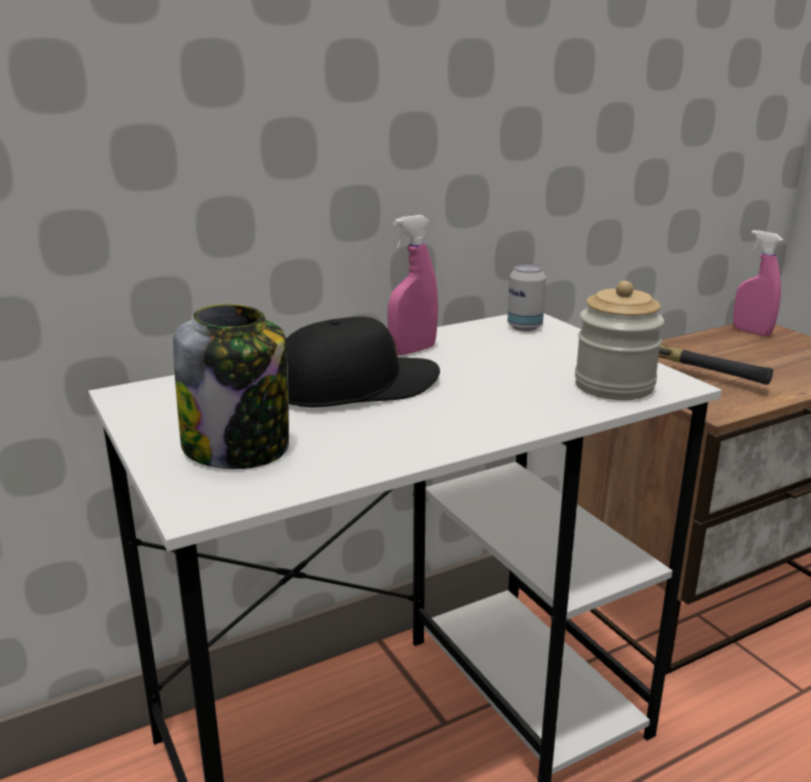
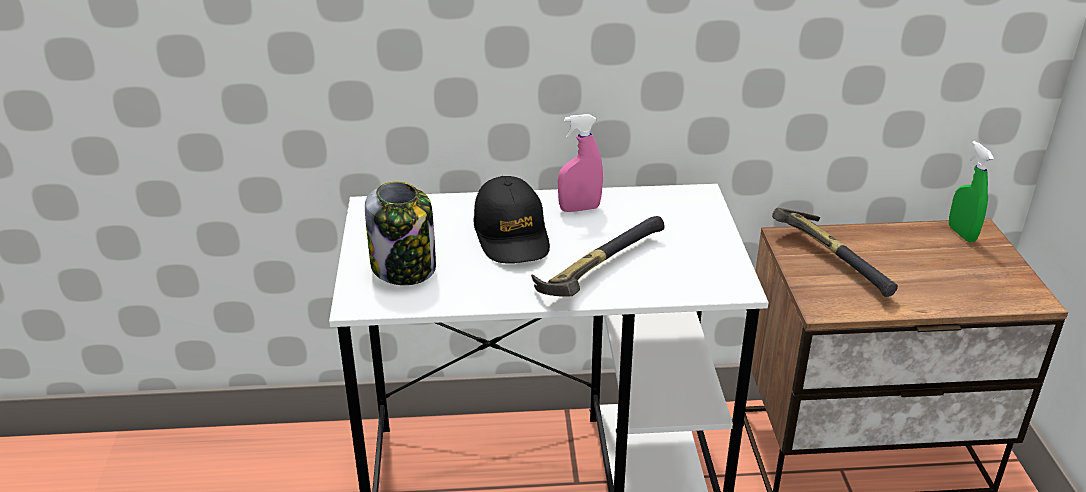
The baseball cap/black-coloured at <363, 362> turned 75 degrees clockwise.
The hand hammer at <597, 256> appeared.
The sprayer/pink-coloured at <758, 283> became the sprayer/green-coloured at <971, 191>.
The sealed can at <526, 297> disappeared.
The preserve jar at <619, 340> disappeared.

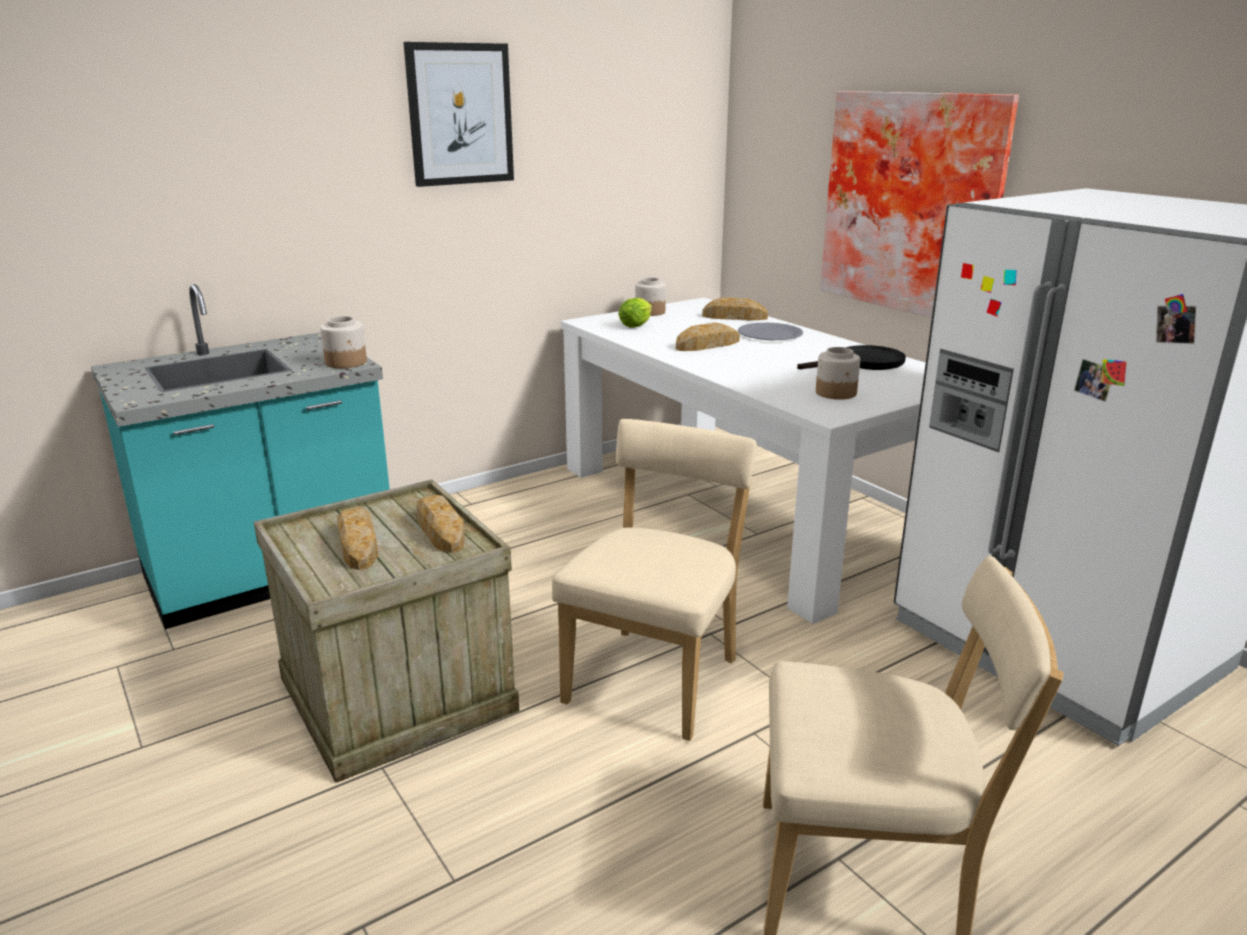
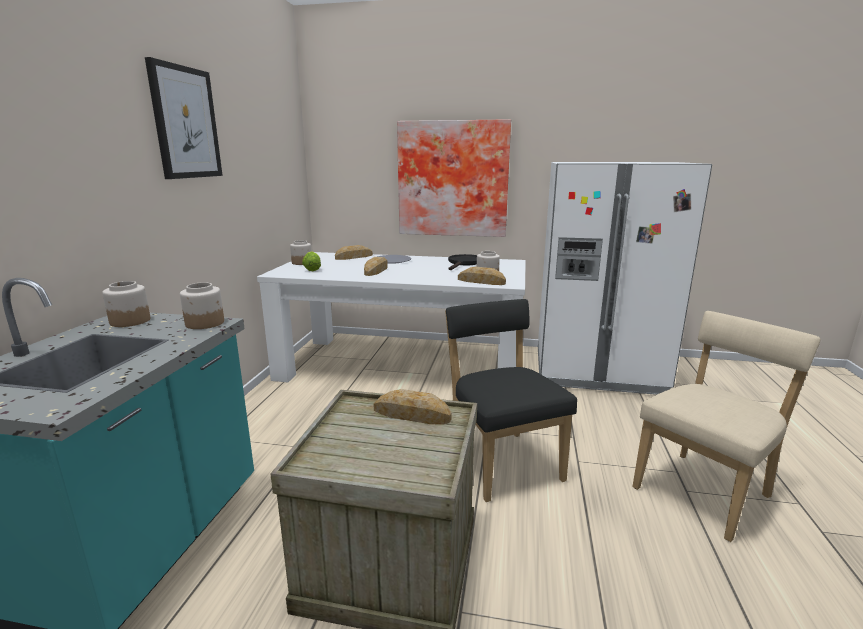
The preserve jar at <126, 304> appeared.
The chair/beige at <654, 580> became the chair/black-coloured at <511, 400>.
The baked bread moved from <357, 539> to <482, 276>.

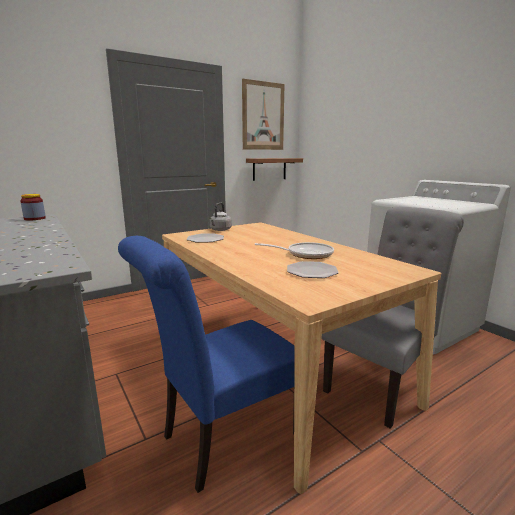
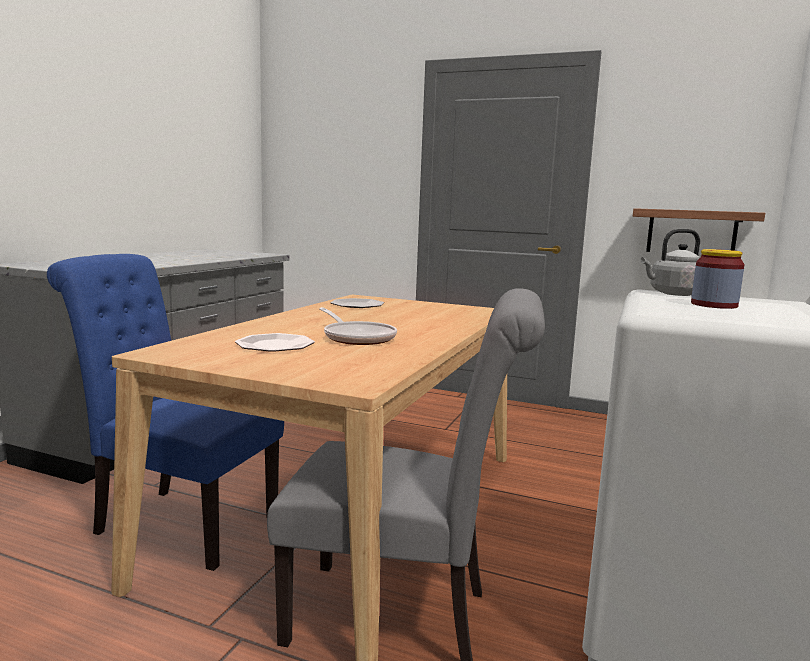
The tea kettle/grey moved from <220, 217> to <670, 262>.
The preserve jar moved from <33, 207> to <718, 279>.
The wall art at <263, 114> disappeared.

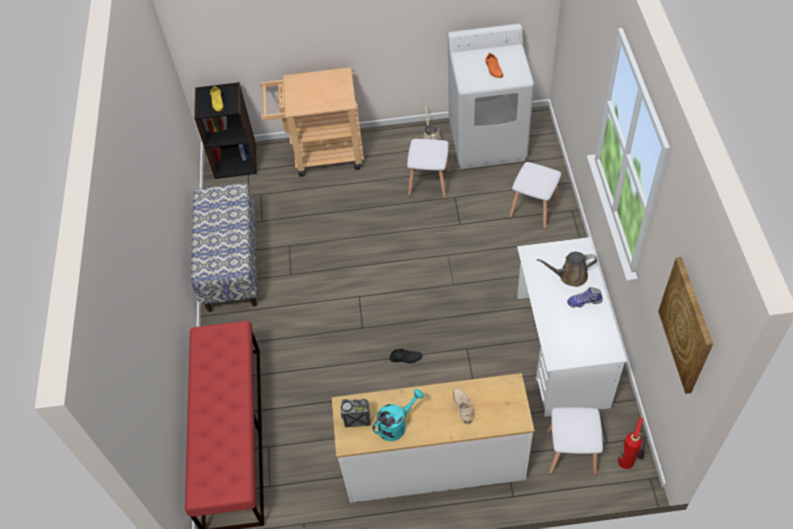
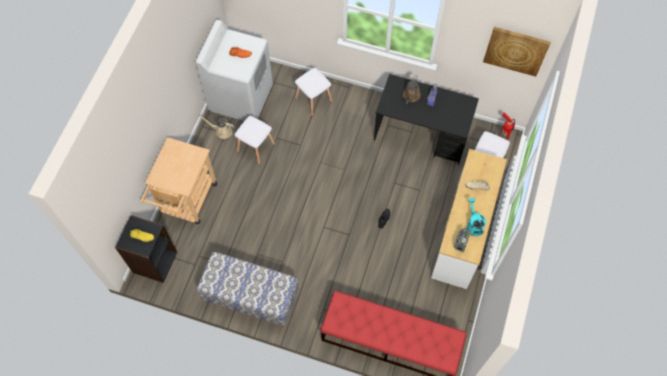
The desk table/whitish at <572, 327> became the desk table/black-coloured at <426, 119>.

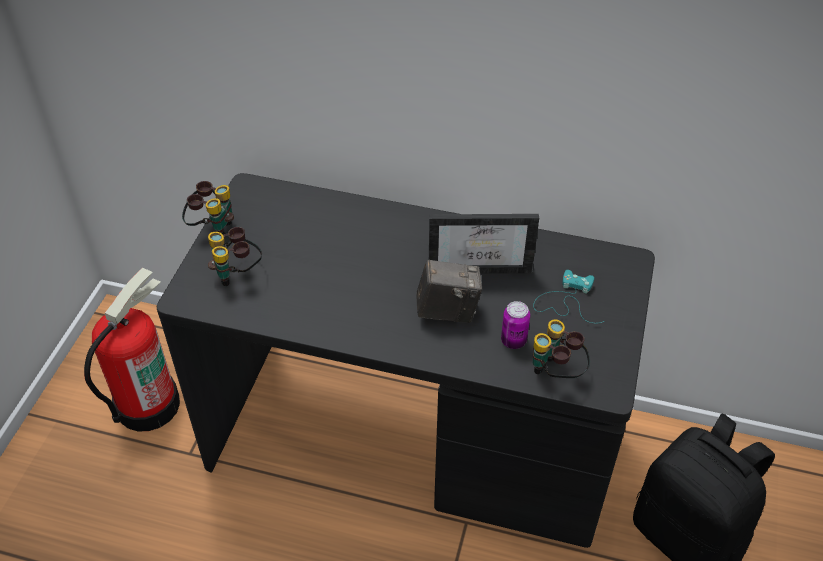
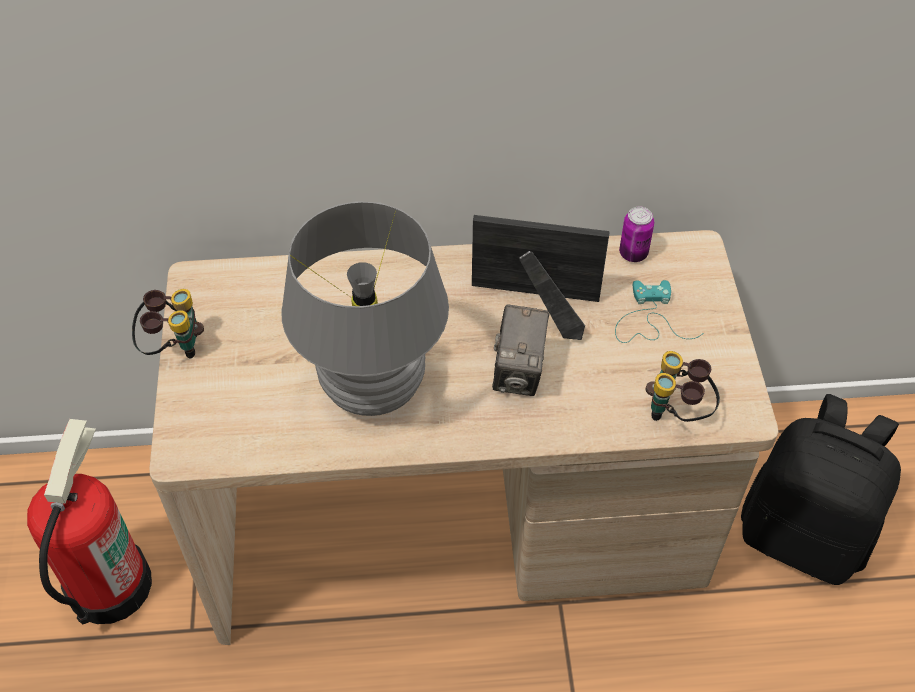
The desk table/black-coloured at <405, 360> became the desk table/beige at <463, 437>.
The table lamp/grey at <365, 308> appeared.
The photo frame at <484, 244> turned 150 degrees counterclockwise.
The photo camera at <449, 291> turned 120 degrees clockwise.
The sealed can moved from <515, 325> to <636, 234>.
The pair of binoculars at <235, 256> disappeared.

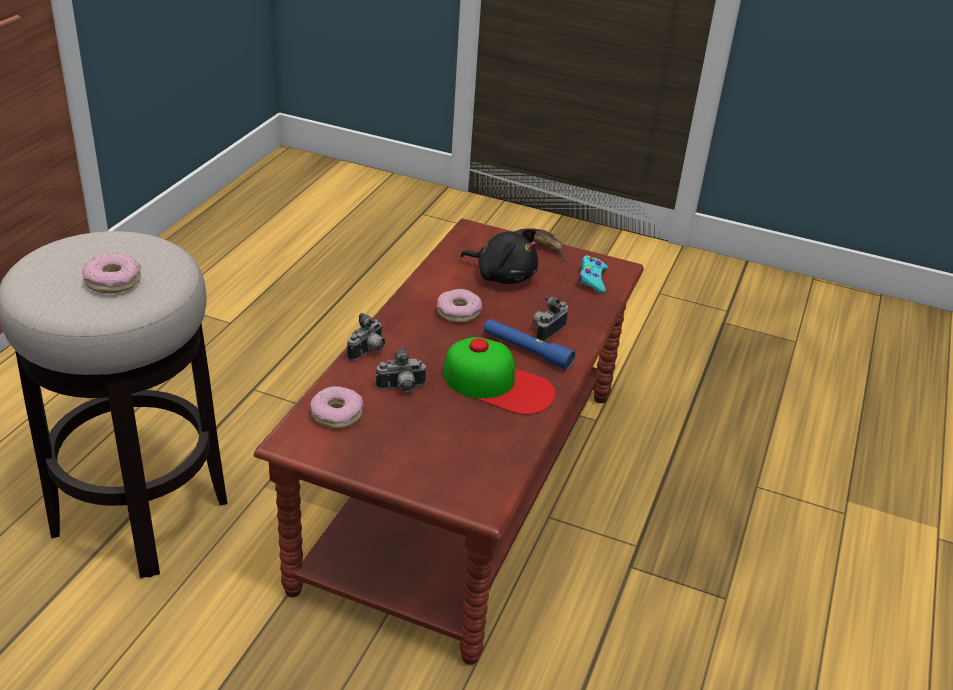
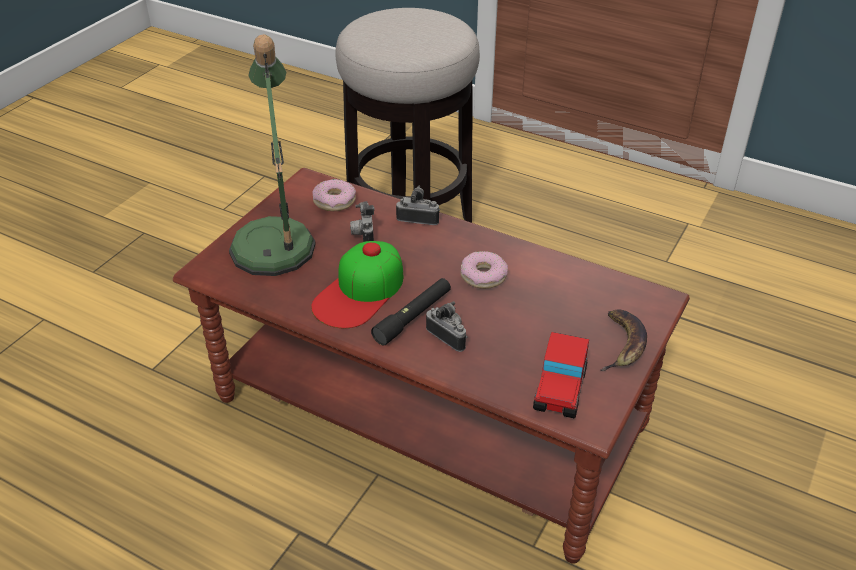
The table lamp at <272, 155> appeared.
The hand torch/blue at <529, 344> became the hand torch/black-coloured at <411, 312>.
The photo camera at <366, 337> turned 150 degrees clockwise.
The gamepad/turquoise at <593, 274> was replaced by the miniature car at <561, 375>.
The donut at <111, 273> disappeared.
The plush toy/black-coloured at <499, 256> disappeared.

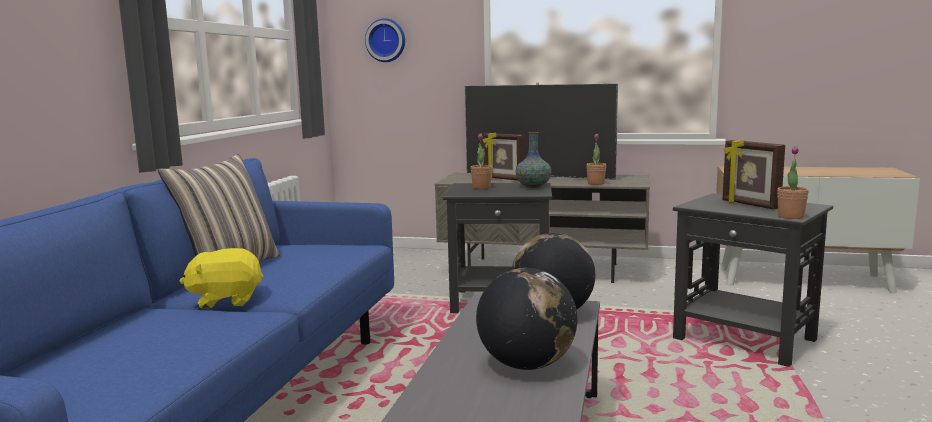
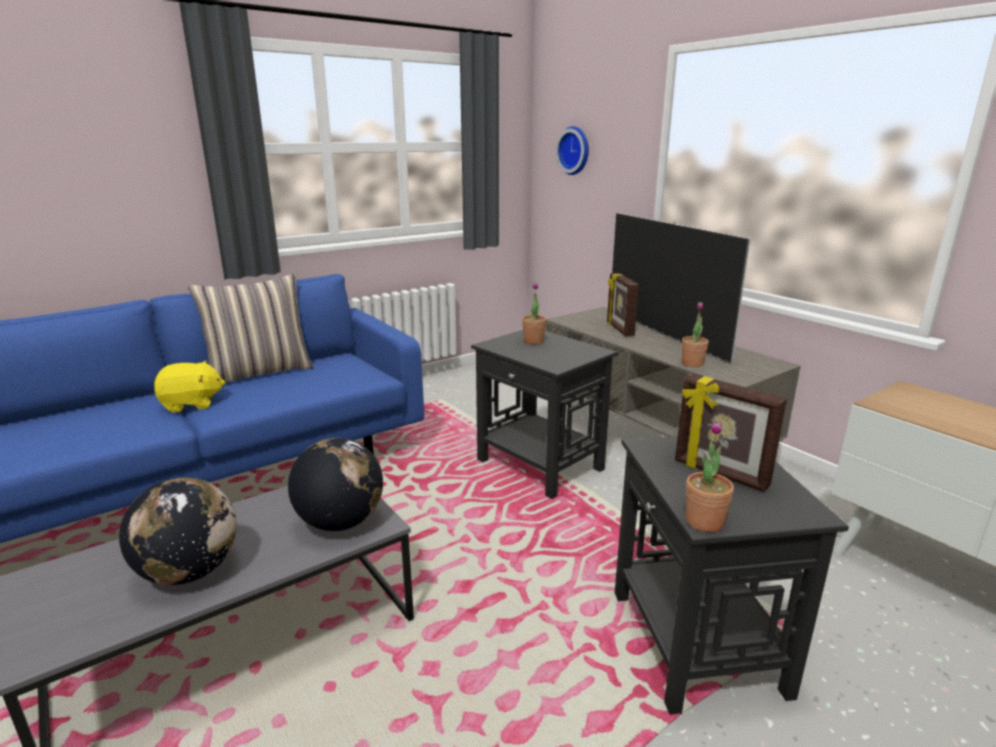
The plush toy/yellowish at <221, 278> turned 135 degrees clockwise.
The photo frame at <754, 174> turned 60 degrees counterclockwise.
The flower vase at <533, 160> disappeared.

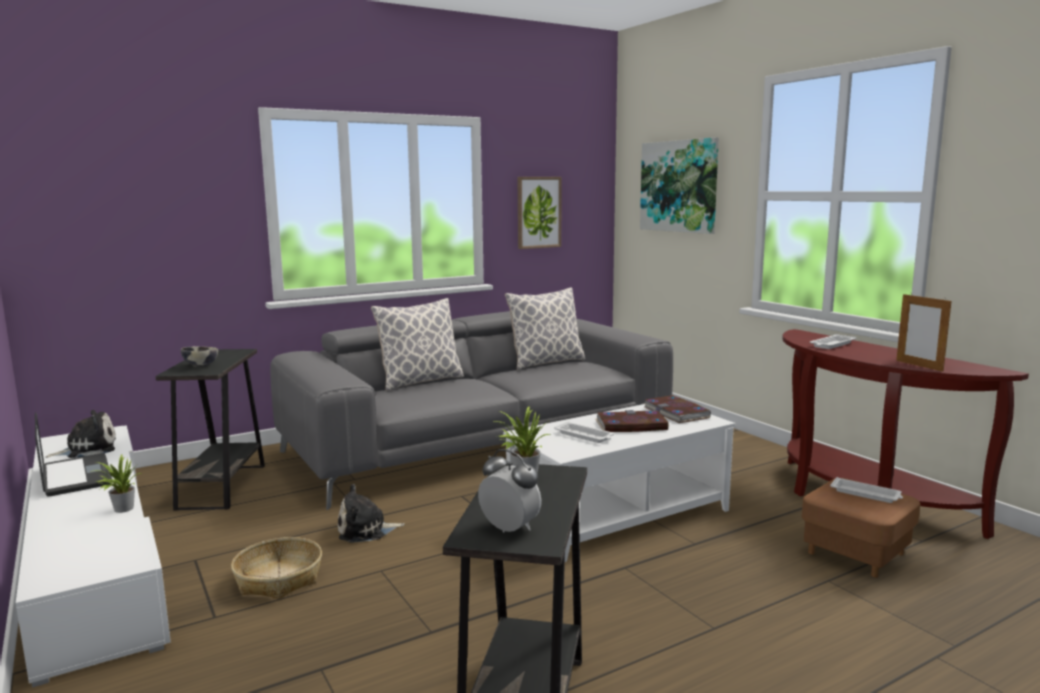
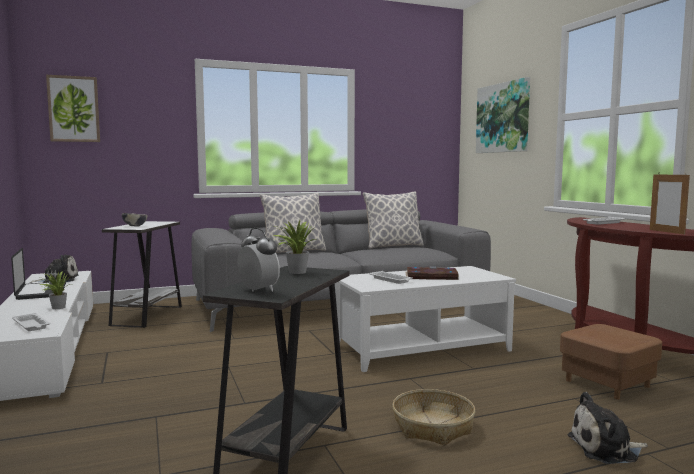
The tray/whitish moved from <866, 490> to <31, 322>.
The wall art moved from <540, 213> to <73, 108>.
The end table/black-coloured at <210, 430> became the end table/whitish at <142, 274>.
The storage basket moved from <276, 568> to <433, 417>.
The plush toy moved from <371, 513> to <608, 428>.
The volume at <677, 409> disappeared.

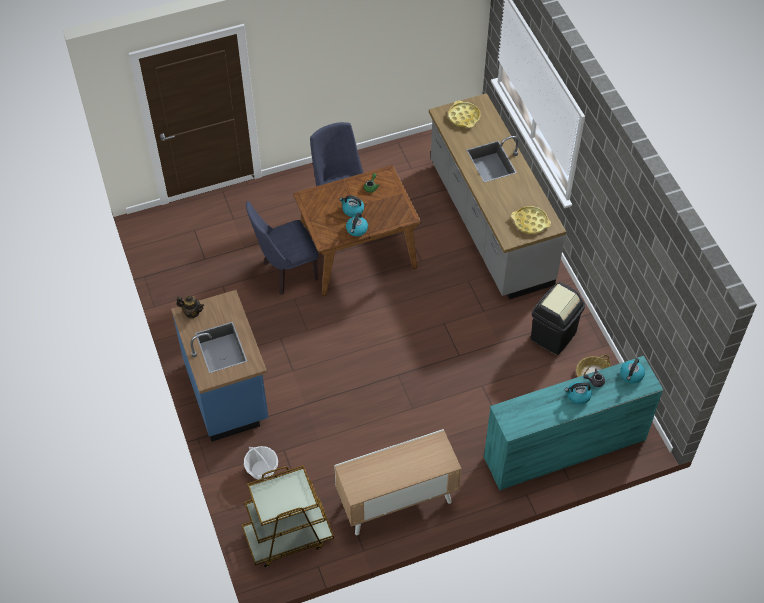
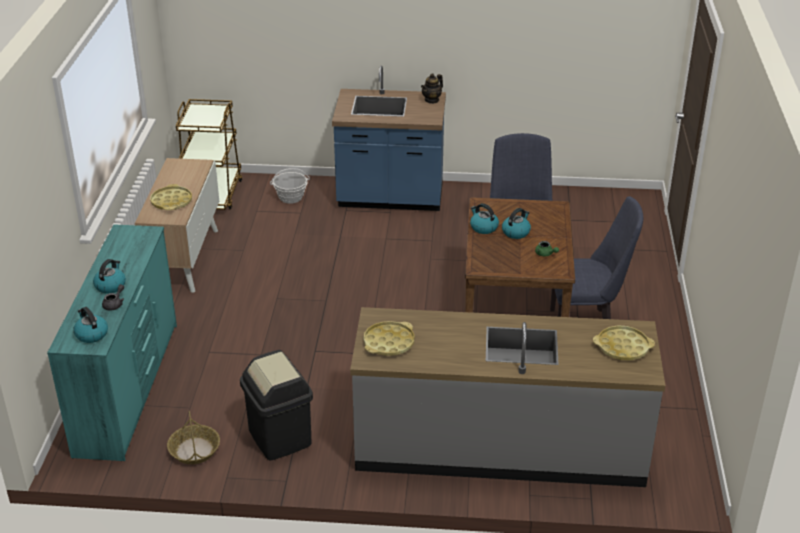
The tray/yellowish at <171, 197> appeared.

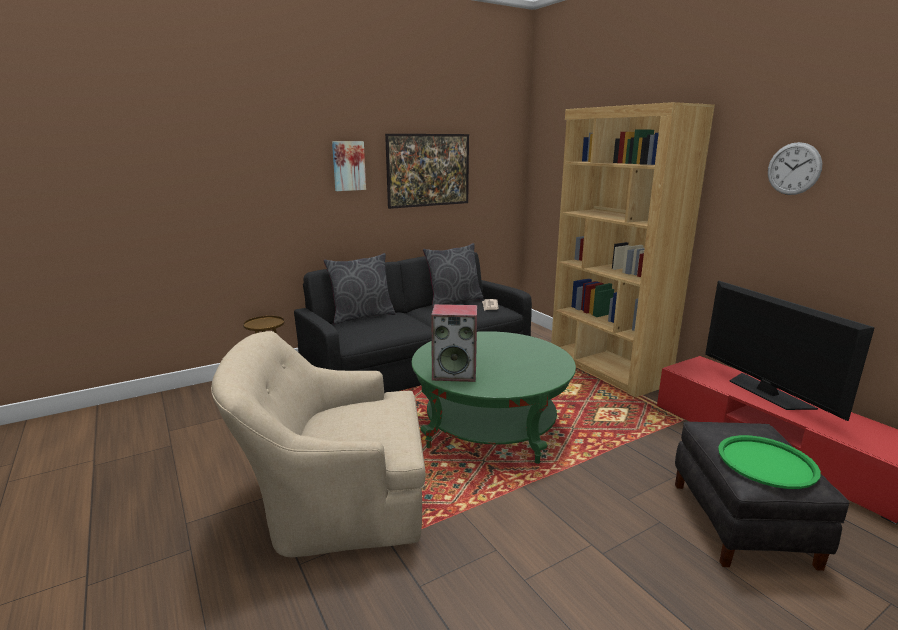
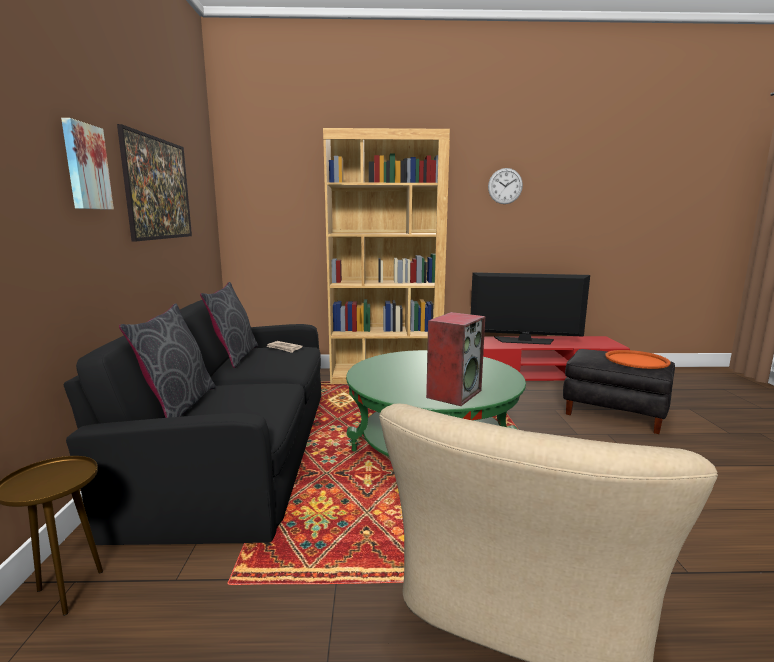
The tray/green-coloured at <769, 462> became the tray/orangey at <638, 359>.

